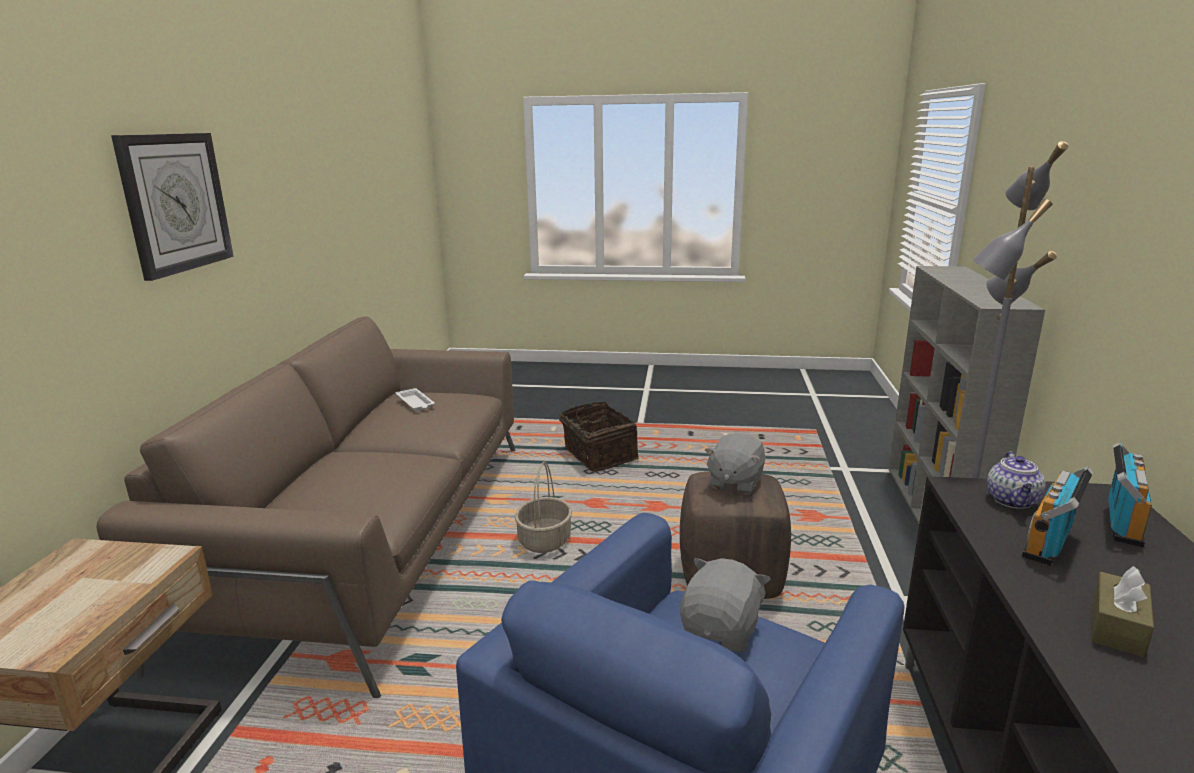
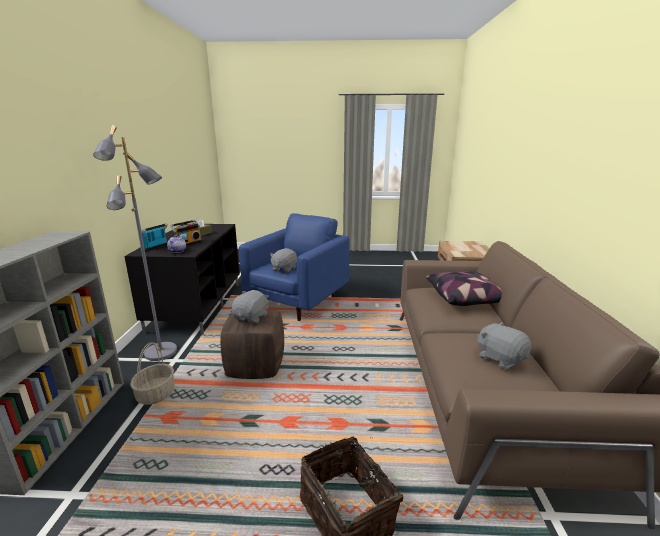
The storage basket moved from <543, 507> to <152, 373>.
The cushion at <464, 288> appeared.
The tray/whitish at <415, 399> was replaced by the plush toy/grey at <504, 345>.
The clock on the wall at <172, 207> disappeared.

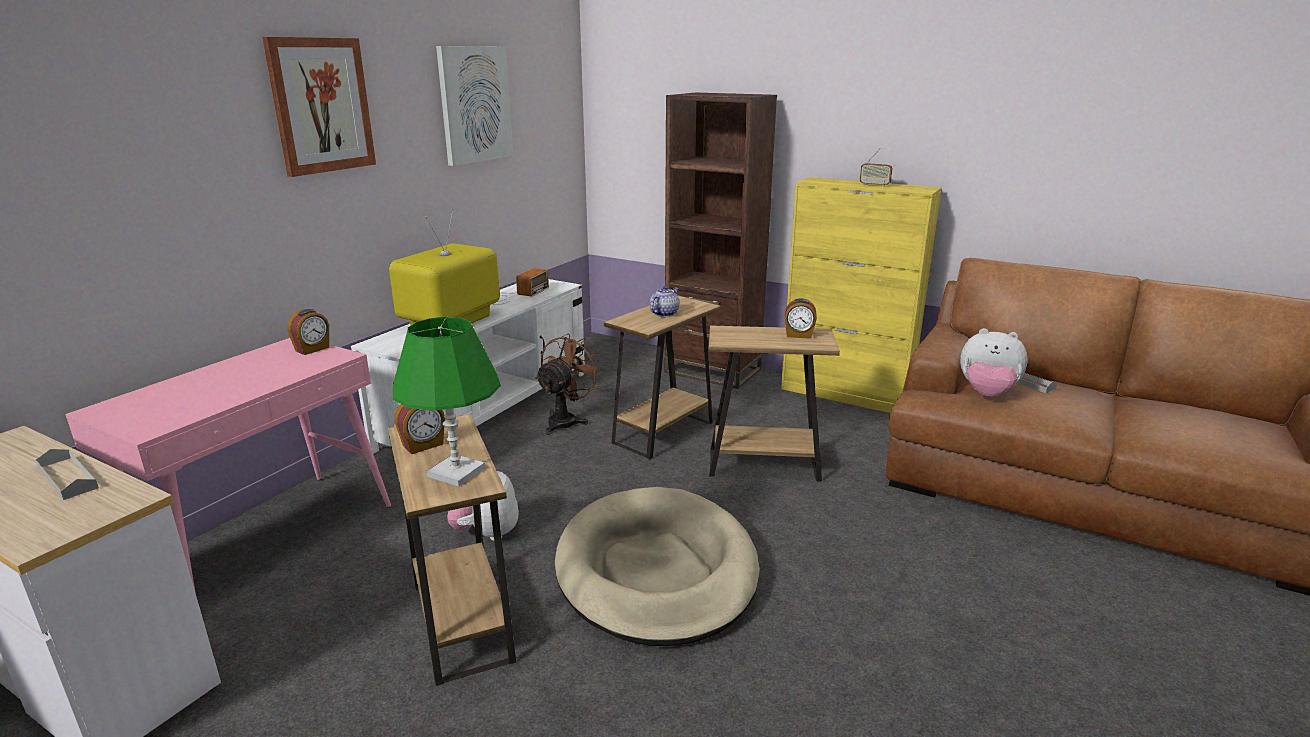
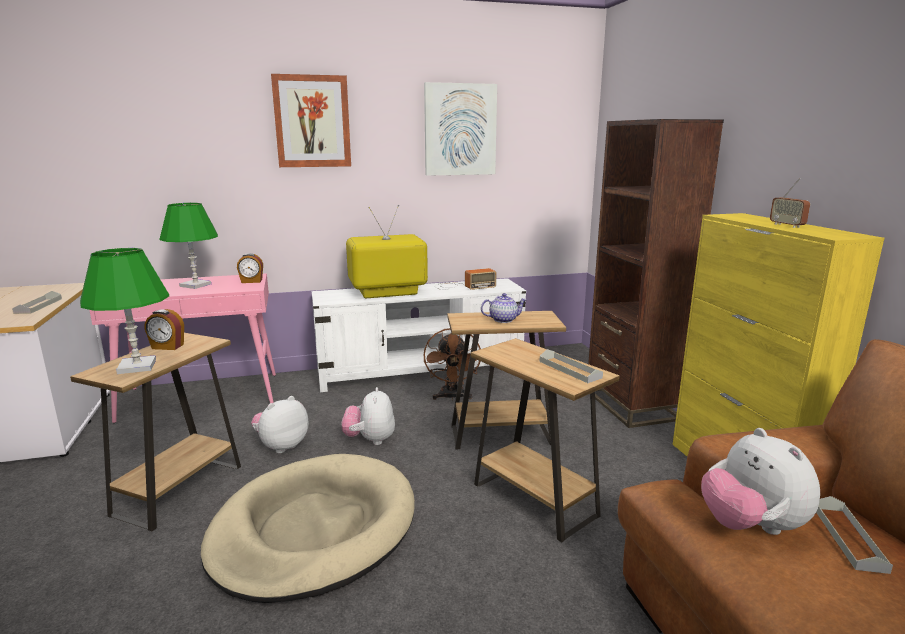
The table lamp/green-coloured at <189, 246> appeared.
The plush toy at <368, 416> appeared.
The fan/brown-coloured at <569, 384> turned 105 degrees clockwise.
The bedside clock at <801, 318> was replaced by the tray/grey at <571, 366>.

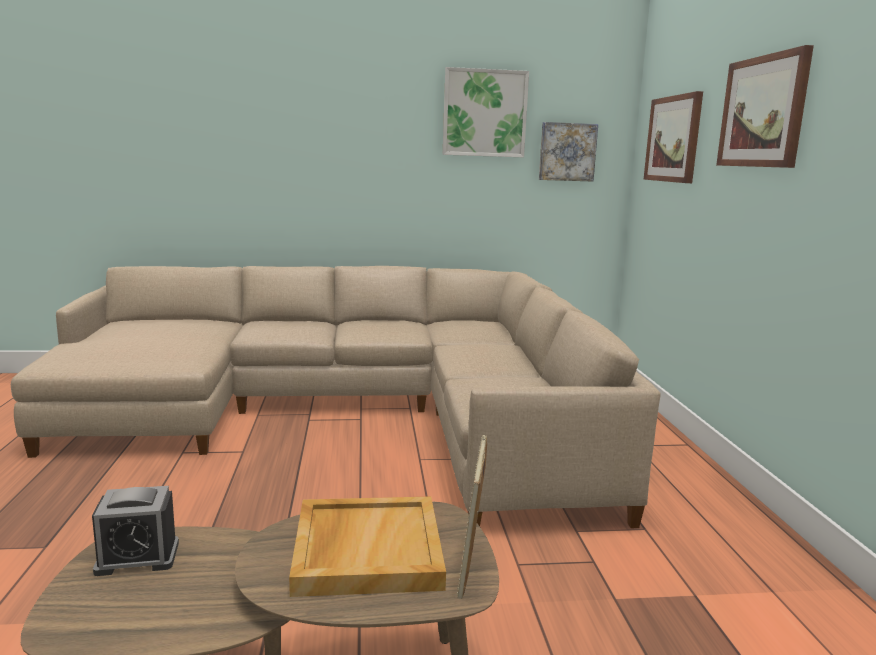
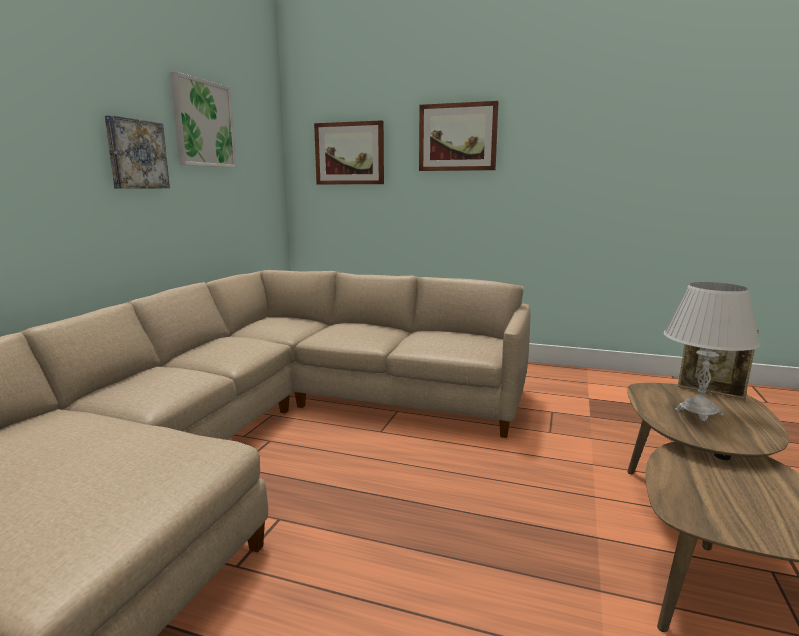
The wall art moved from <568, 151> to <137, 151>.
The tray/beige at <367, 546> was replaced by the table lamp/whitish at <712, 351>.
The bedside clock at <135, 531> disappeared.

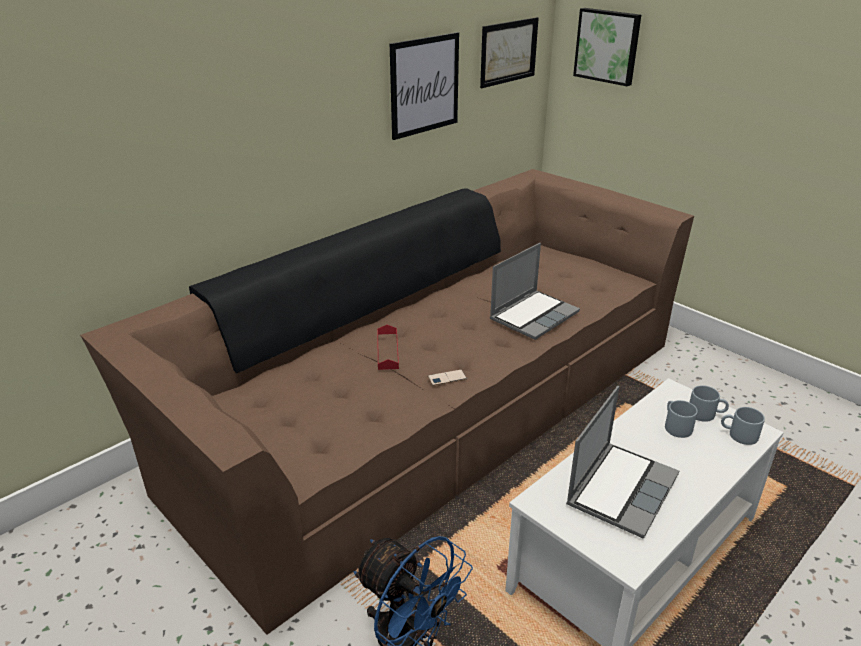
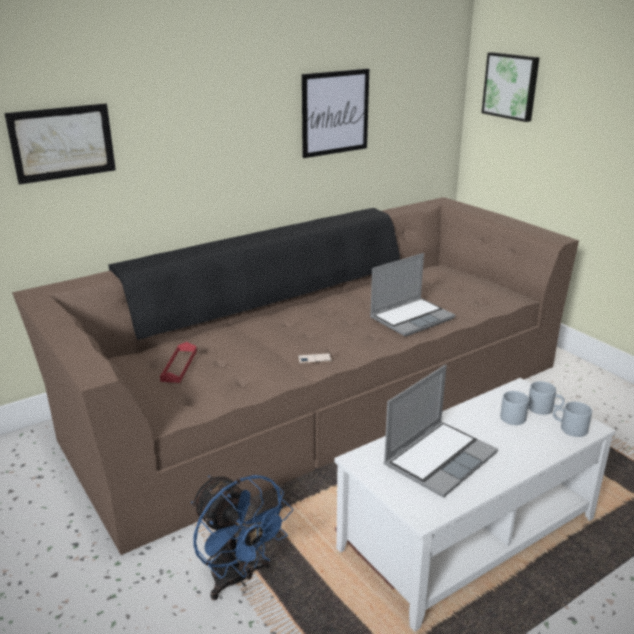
The wall art moved from <509, 52> to <60, 143>.
The tray/reddish moved from <388, 347> to <178, 362>.

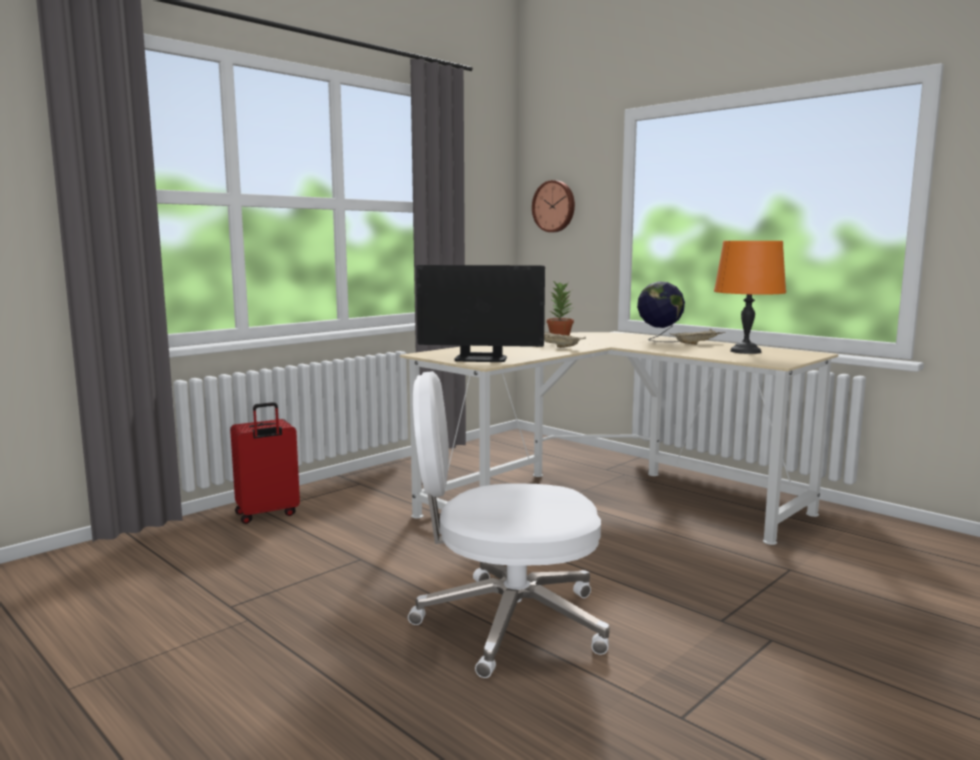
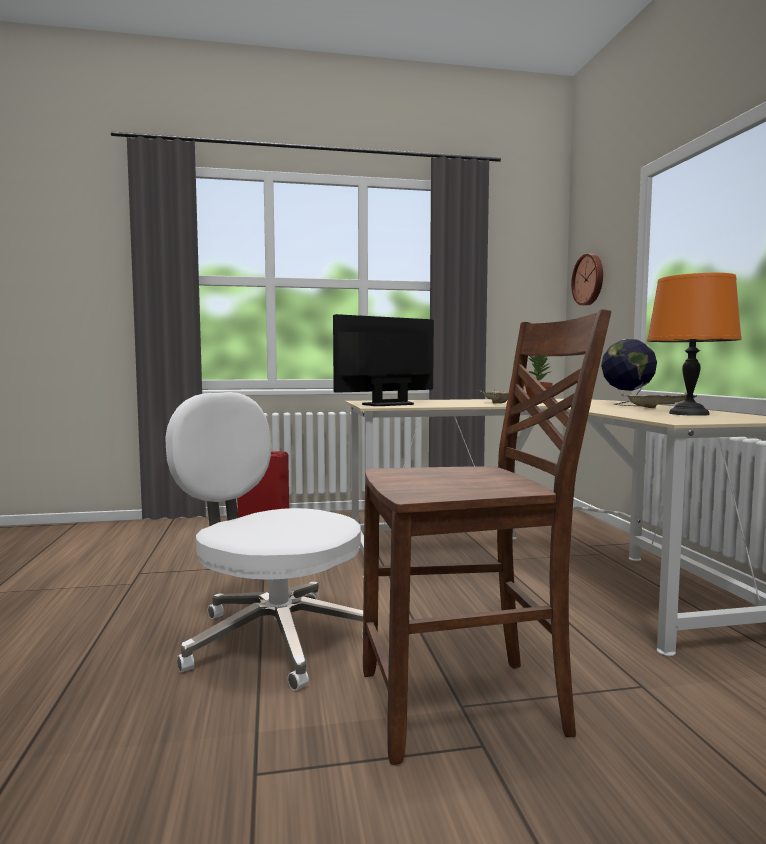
The monitor at <480, 313> turned 105 degrees clockwise.
The chair/brown-coloured at <487, 537> appeared.

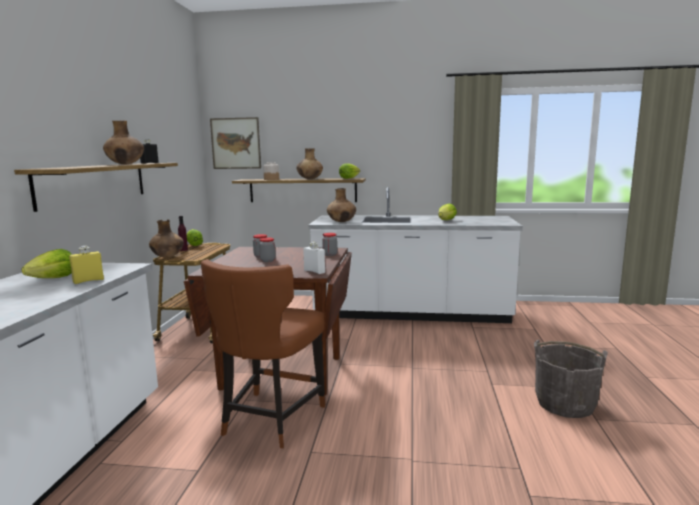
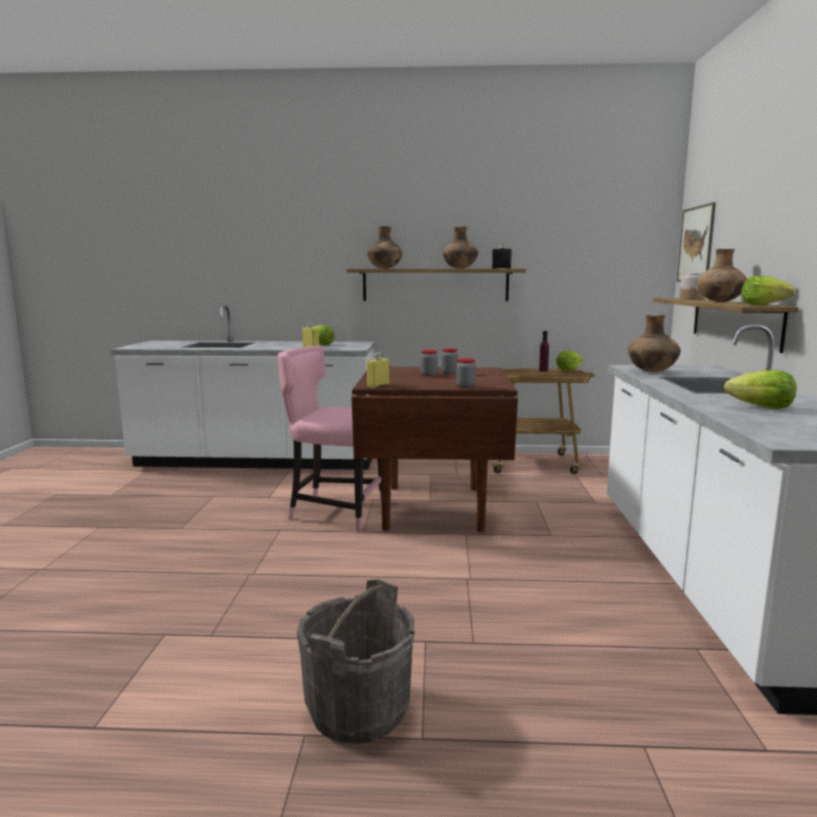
The chair/brown-coloured at <263, 353> became the chair/pink-coloured at <330, 438>.
The flower vase/brown-coloured moved from <166, 238> to <384, 247>.
The bottle/whitish at <314, 258> became the bottle/yellowish at <378, 370>.

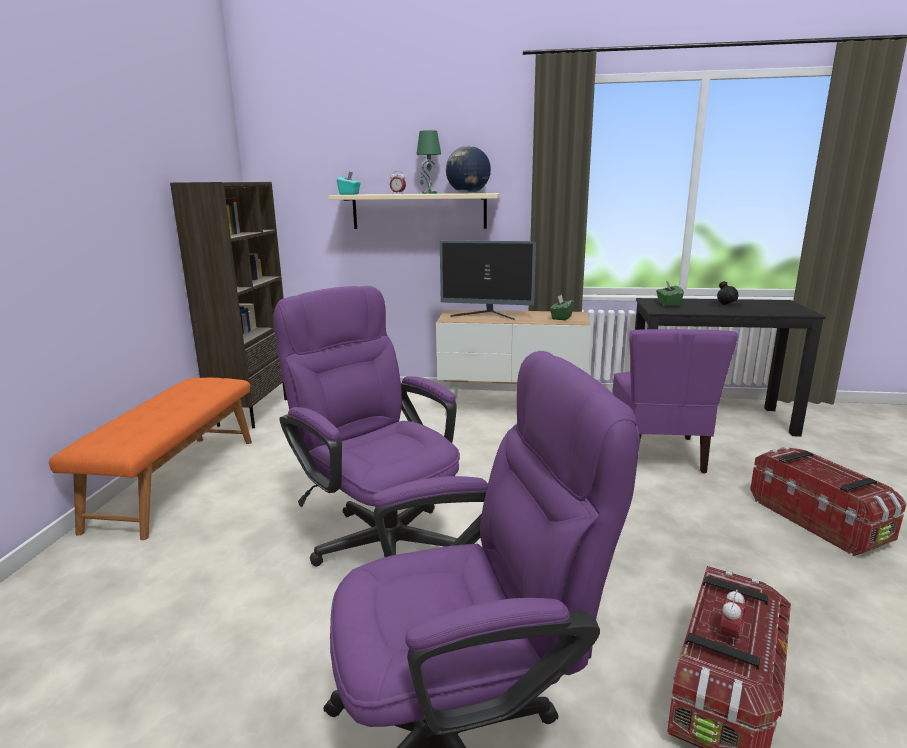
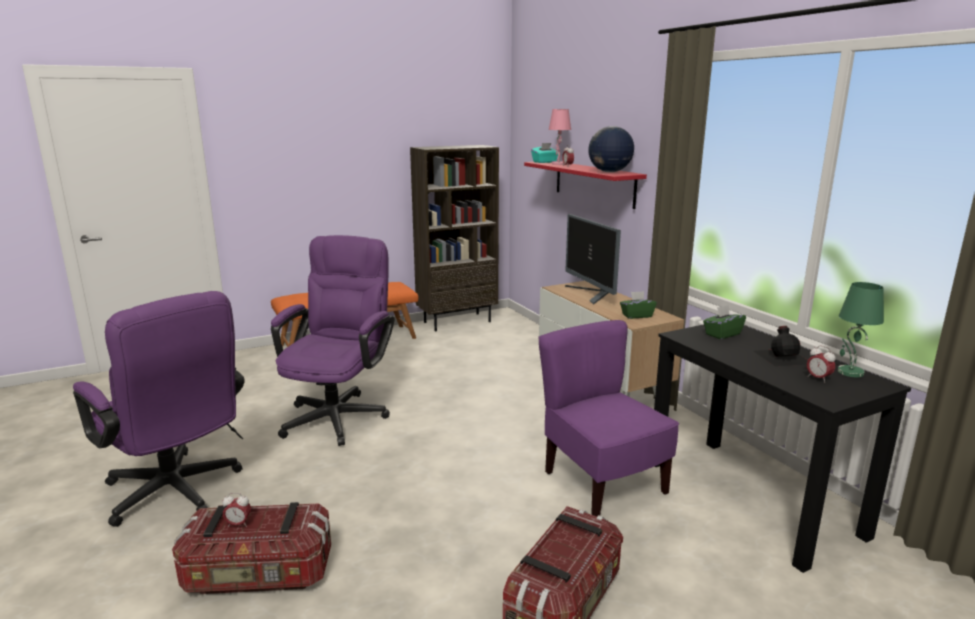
The bracket shelf/beige at <414, 211> became the bracket shelf/reddish at <585, 185>.
The chair/purplish at <675, 401> turned 90 degrees clockwise.
The table lamp/pink-coloured at <560, 137> appeared.
The bedside clock at <821, 364> appeared.
The table lamp/green-coloured moved from <428, 162> to <860, 329>.

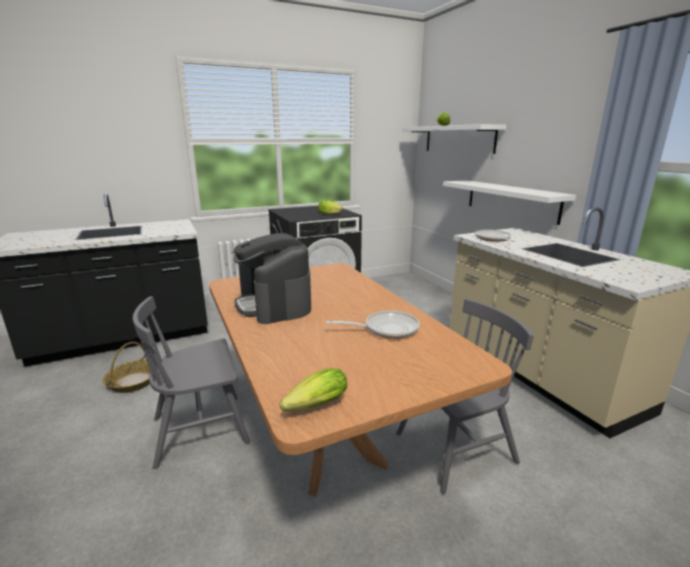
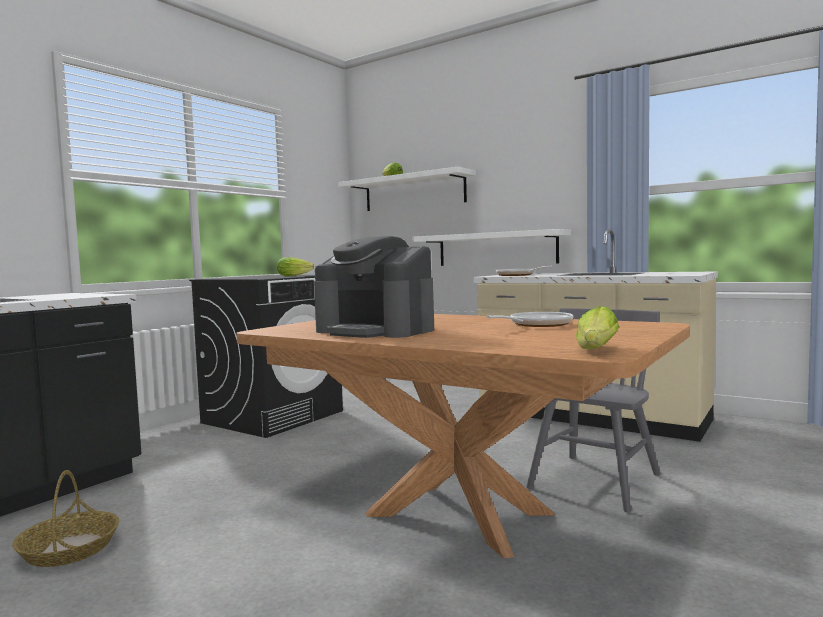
The chair/grey at <191, 382> disappeared.

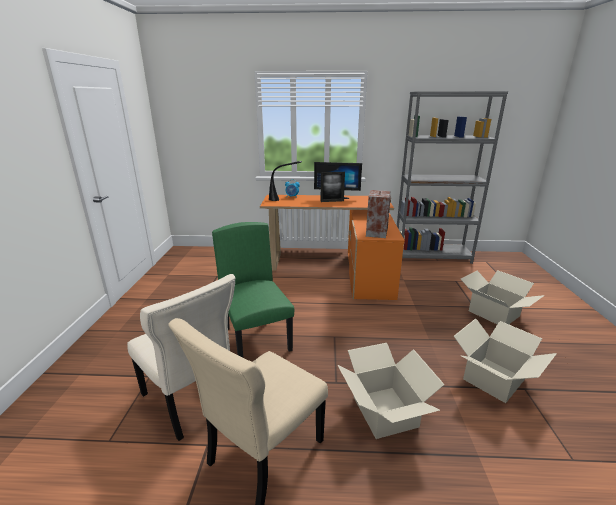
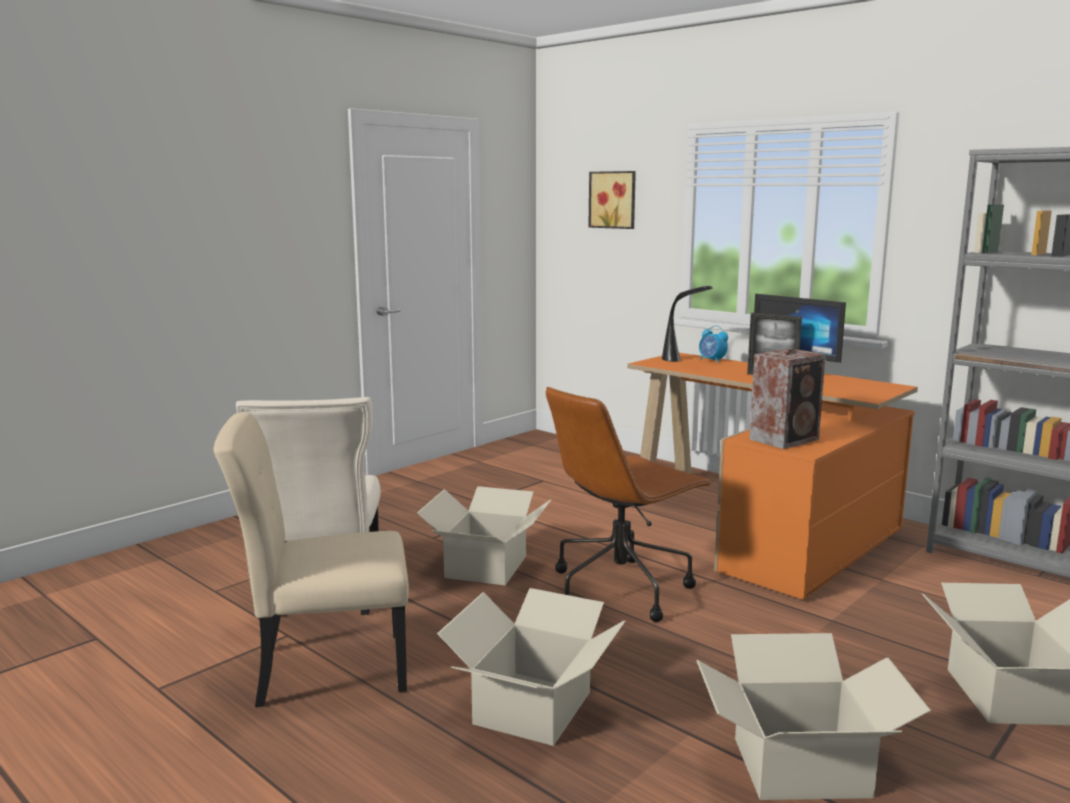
The chair/green-coloured at <253, 290> was replaced by the packing box at <484, 535>.
The office chair/brown-coloured at <629, 504> appeared.
The wall art at <612, 200> appeared.

